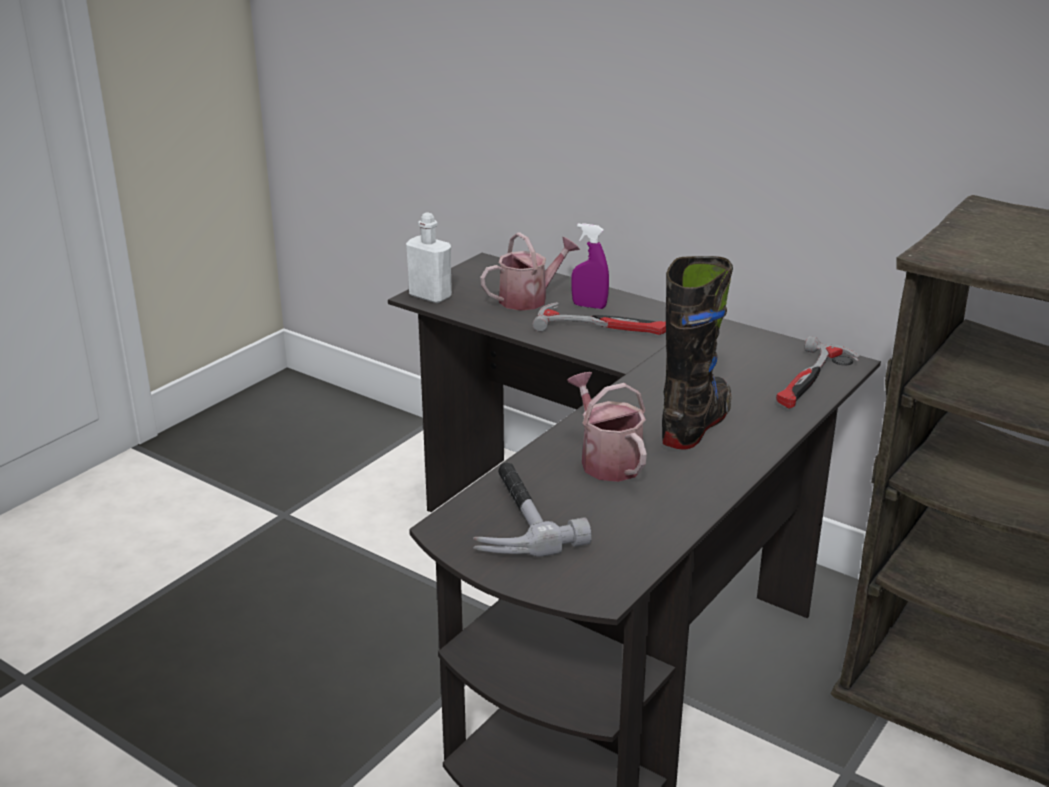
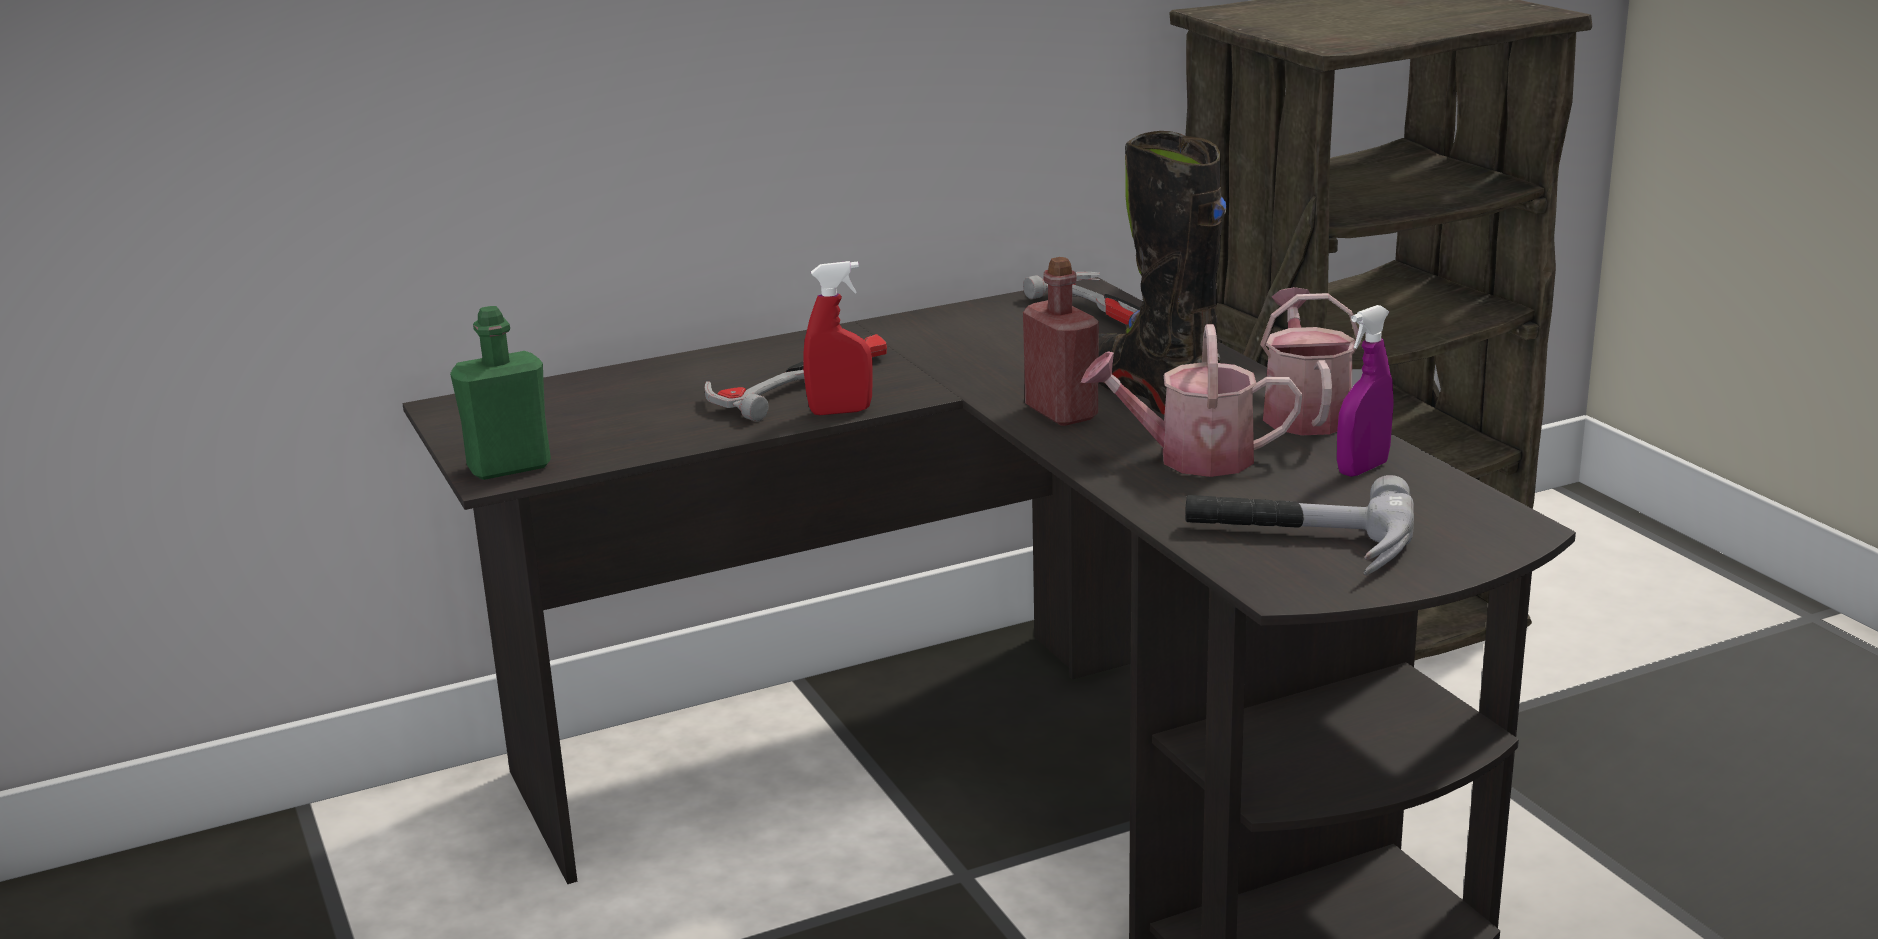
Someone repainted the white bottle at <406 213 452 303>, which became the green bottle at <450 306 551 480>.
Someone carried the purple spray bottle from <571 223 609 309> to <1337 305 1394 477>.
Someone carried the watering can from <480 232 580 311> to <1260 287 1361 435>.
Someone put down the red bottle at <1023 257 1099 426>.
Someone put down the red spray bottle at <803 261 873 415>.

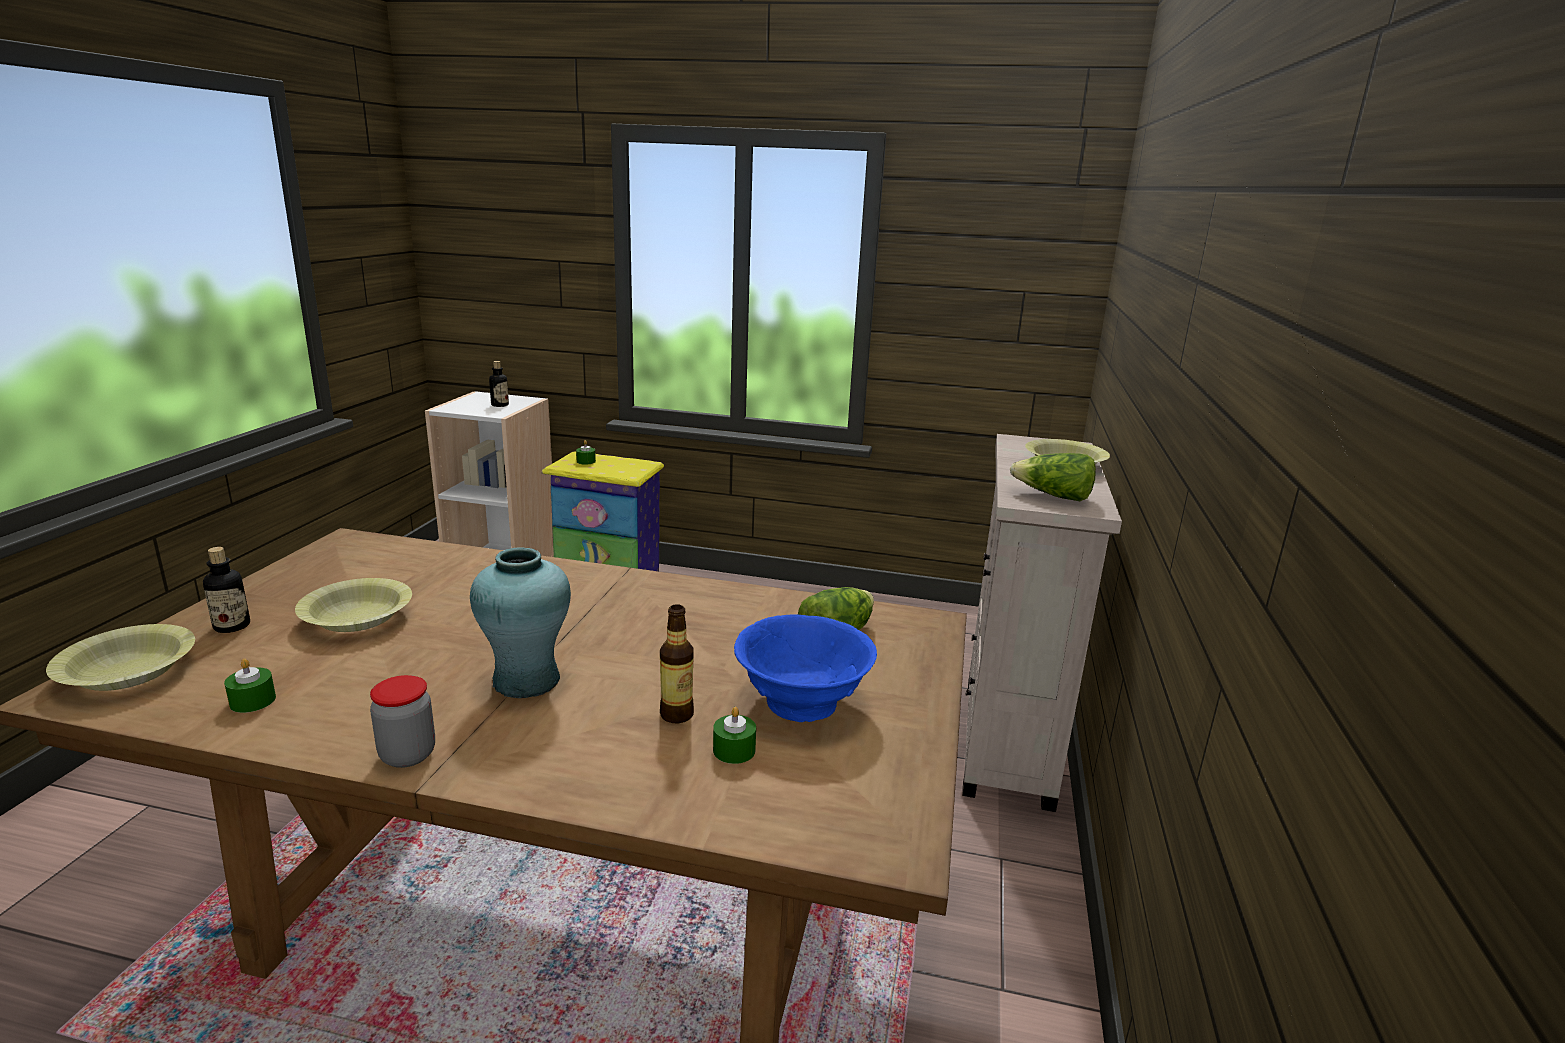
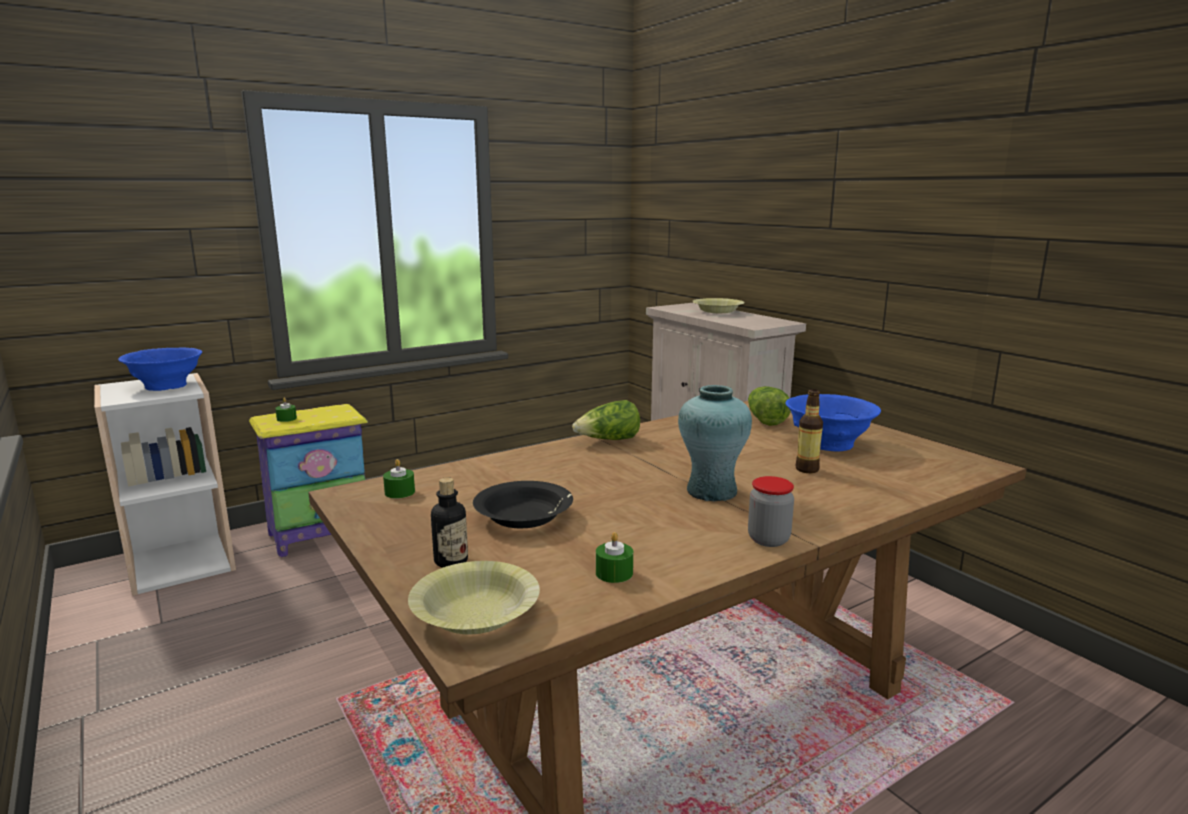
Someone swapped the bottle at <489 361 509 407> for the blue bowl at <118 348 202 391>.
Someone carried the lettuce from <1010 453 1096 501> to <572 400 640 440>.
Someone repainted the yellow bowl at <295 578 412 632>, which became the black bowl at <473 481 573 528>.
Someone carried the green candle from <713 707 756 764> to <383 459 415 499>.

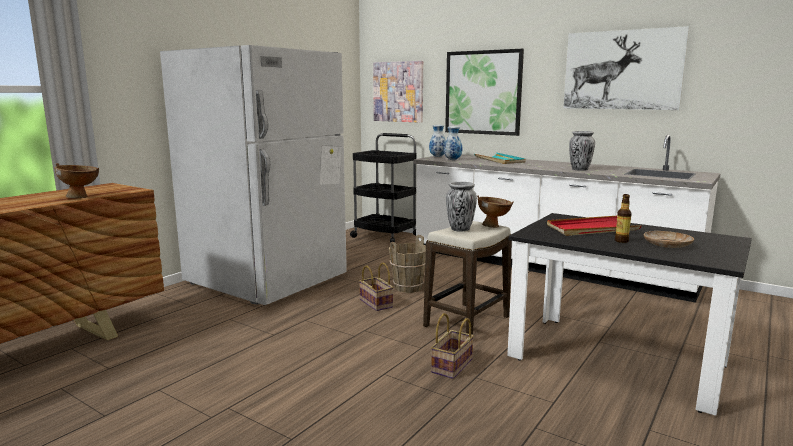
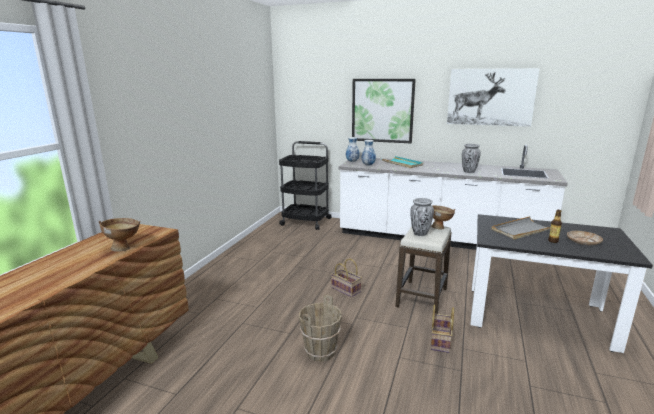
Someone took away the white fridge at <160 45 347 305>.
Someone took away the picture at <373 61 423 123>.
Someone repainted the red tray at <547 216 642 236>, which became the grey tray at <491 216 551 240>.
Someone carried the brown bucket from <389 235 426 293> to <299 295 342 362>.

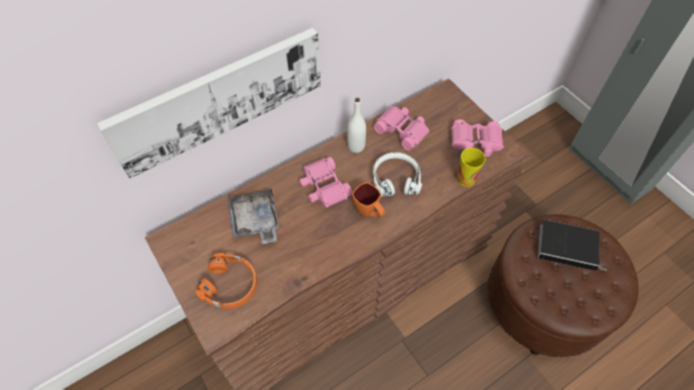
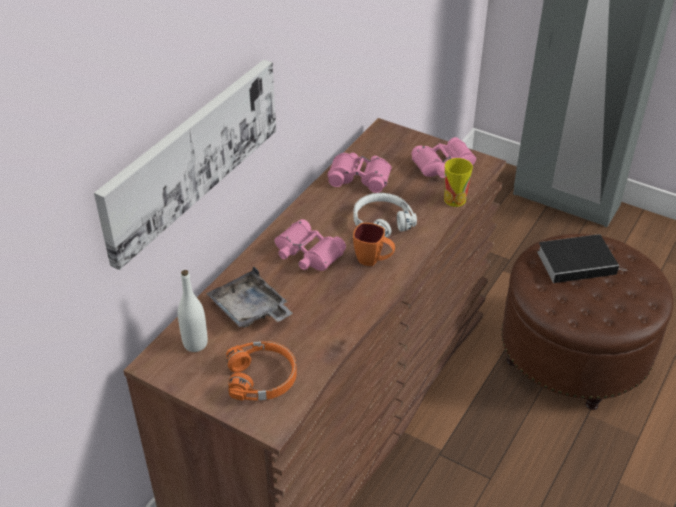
Someone carried the white bottle from <347 98 366 153> to <178 270 208 352>.

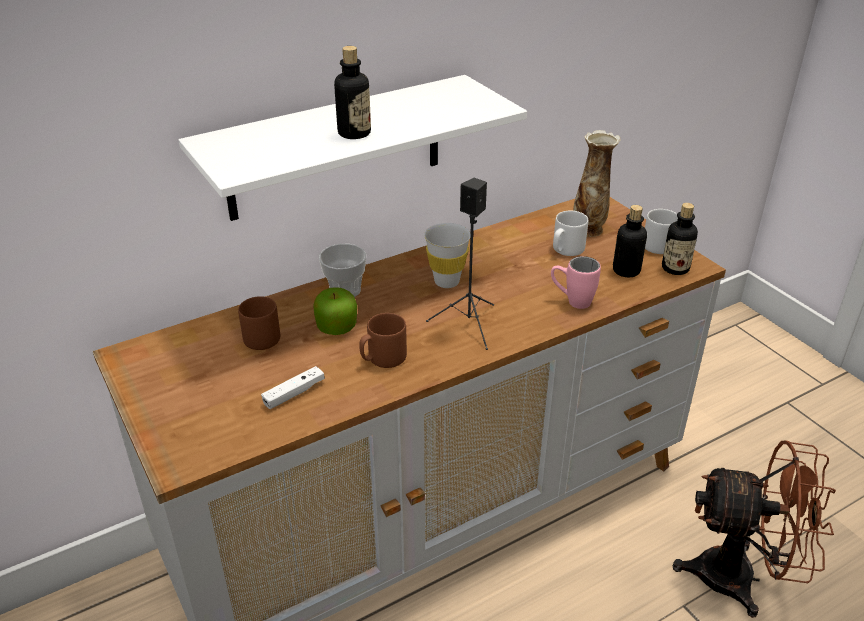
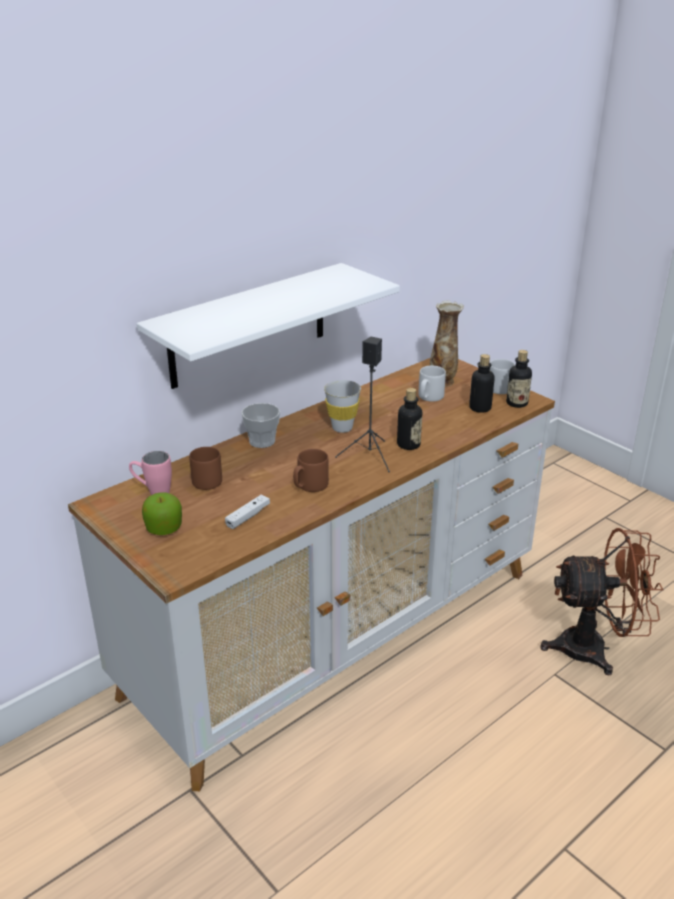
Someone carried the bottle from <334 46 371 139> to <397 388 422 450>.
Someone carried the pink mug from <551 256 601 309> to <129 451 172 495>.
Someone carried the apple from <313 287 357 335> to <142 492 182 535>.

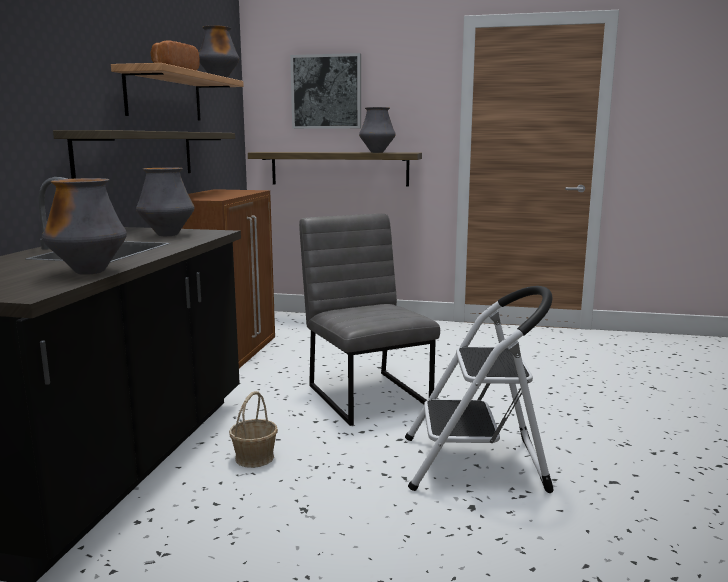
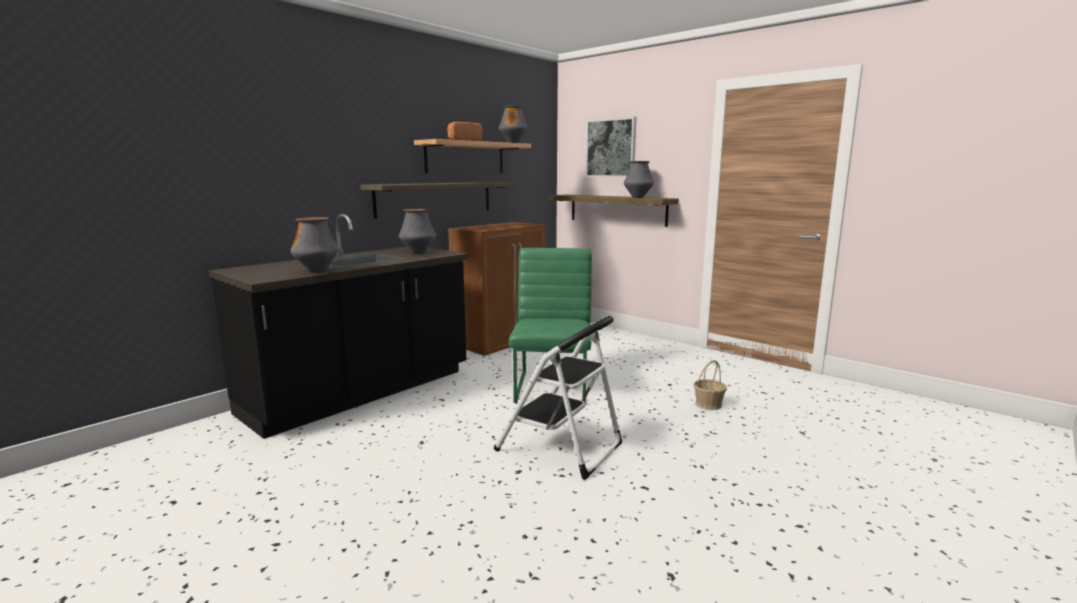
Someone repainted the grey chair at <299 214 440 426>, which became the green chair at <509 248 592 405>.
Someone carried the basket from <229 391 278 468> to <694 360 727 410>.

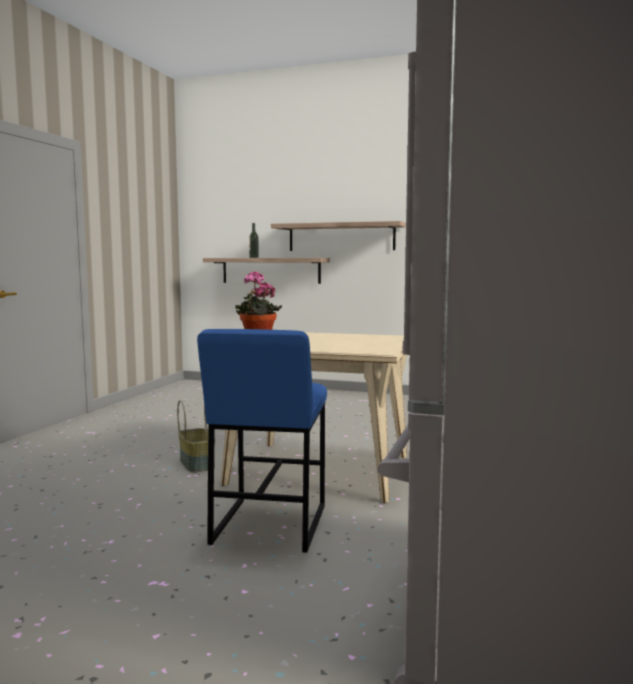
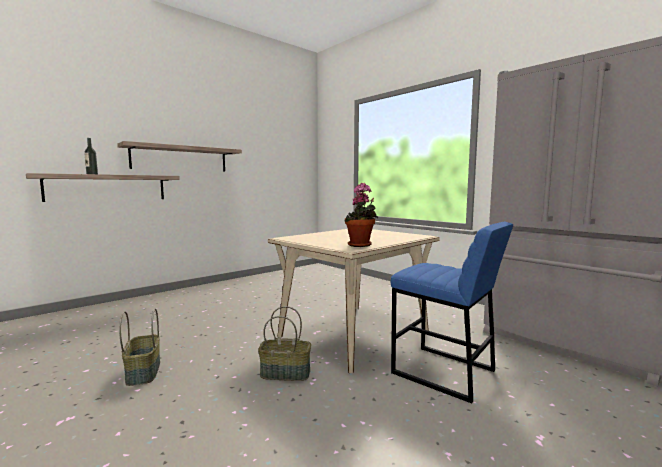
Someone put down the basket at <119 308 160 386>.

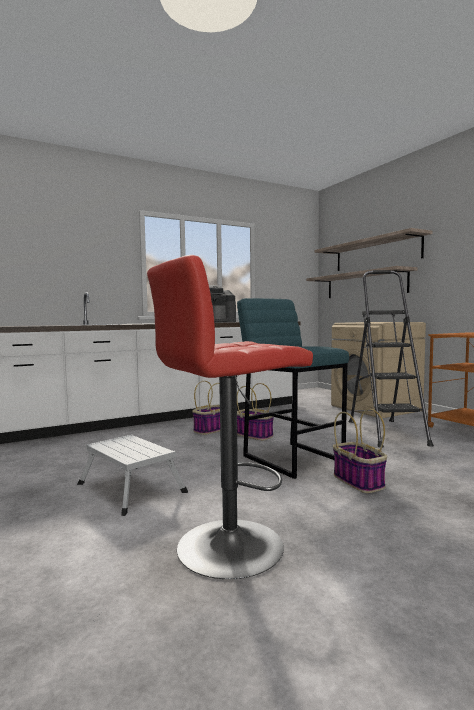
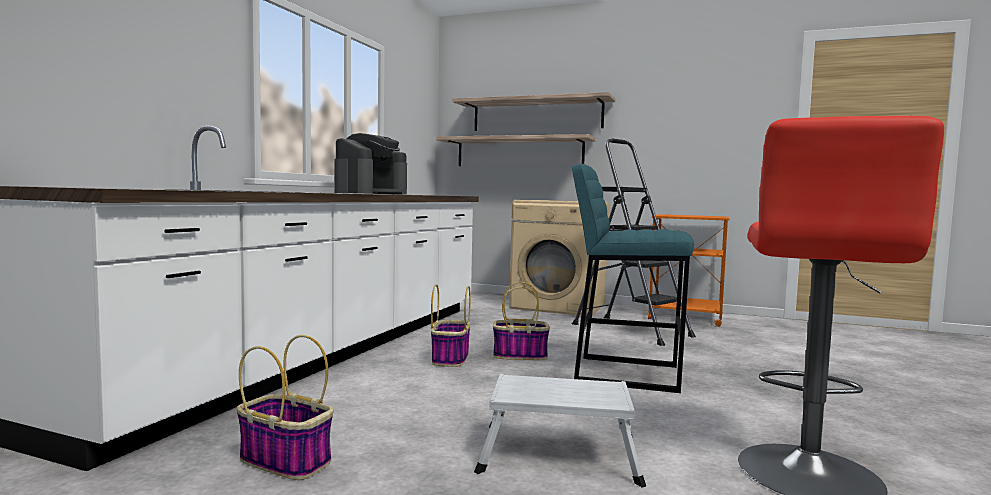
Someone carried the basket from <333 409 387 493> to <237 335 334 480>.

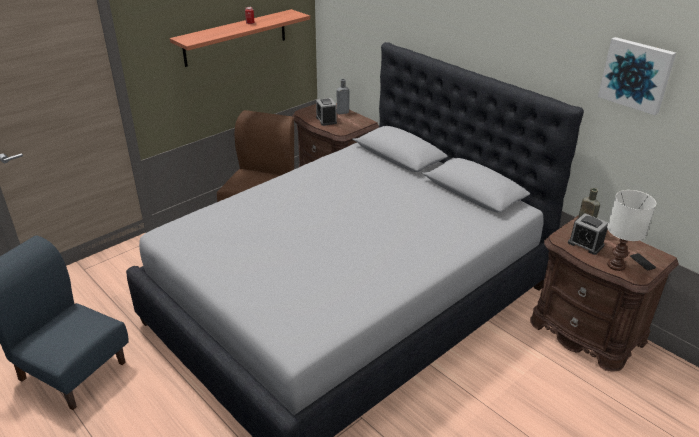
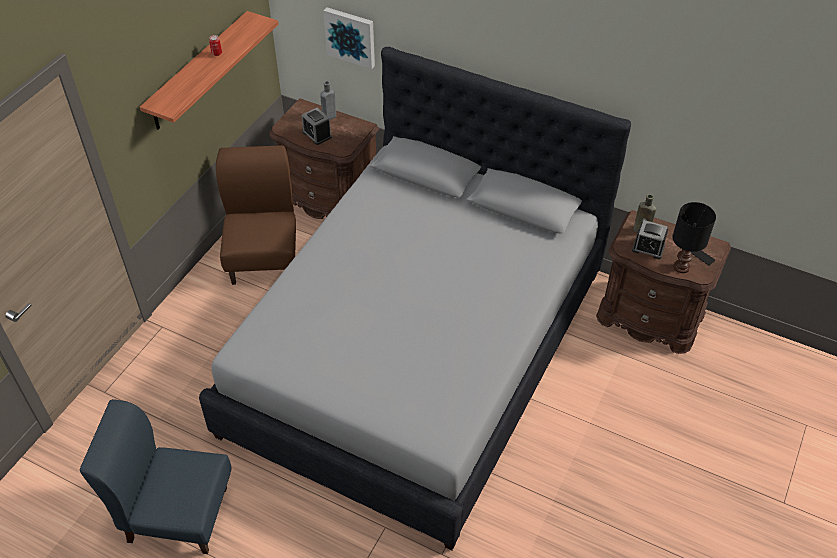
Someone carried the picture from <598 37 676 115> to <323 7 375 69>.
Someone repainted the white table lamp at <607 190 656 271>, which became the black table lamp at <673 202 716 273>.

